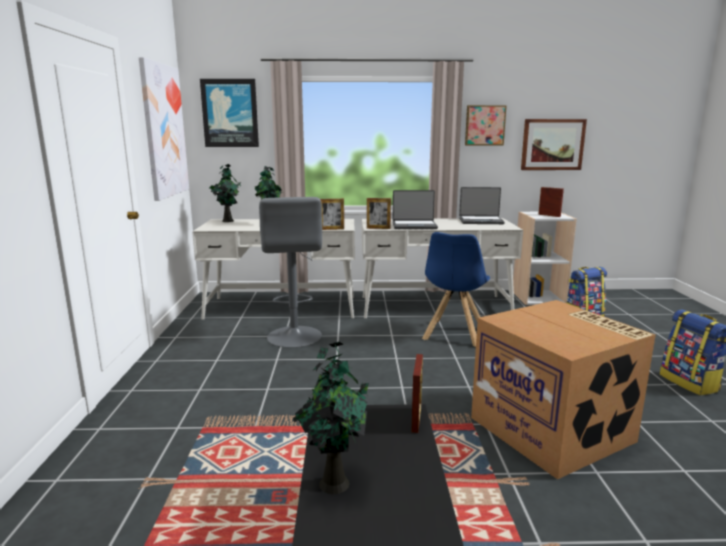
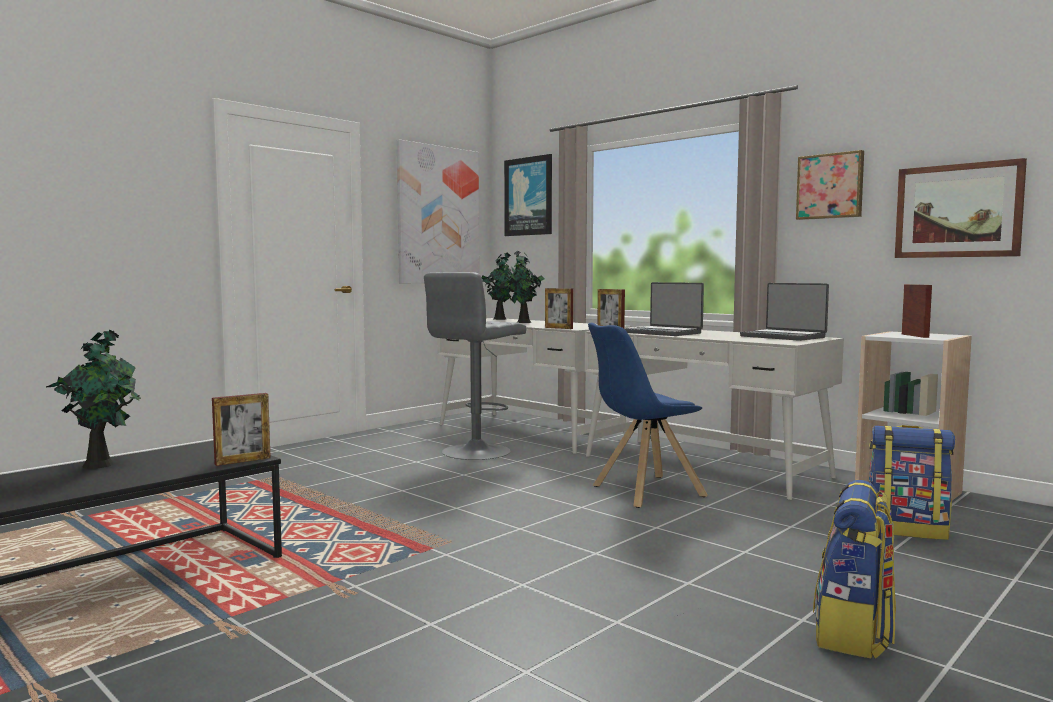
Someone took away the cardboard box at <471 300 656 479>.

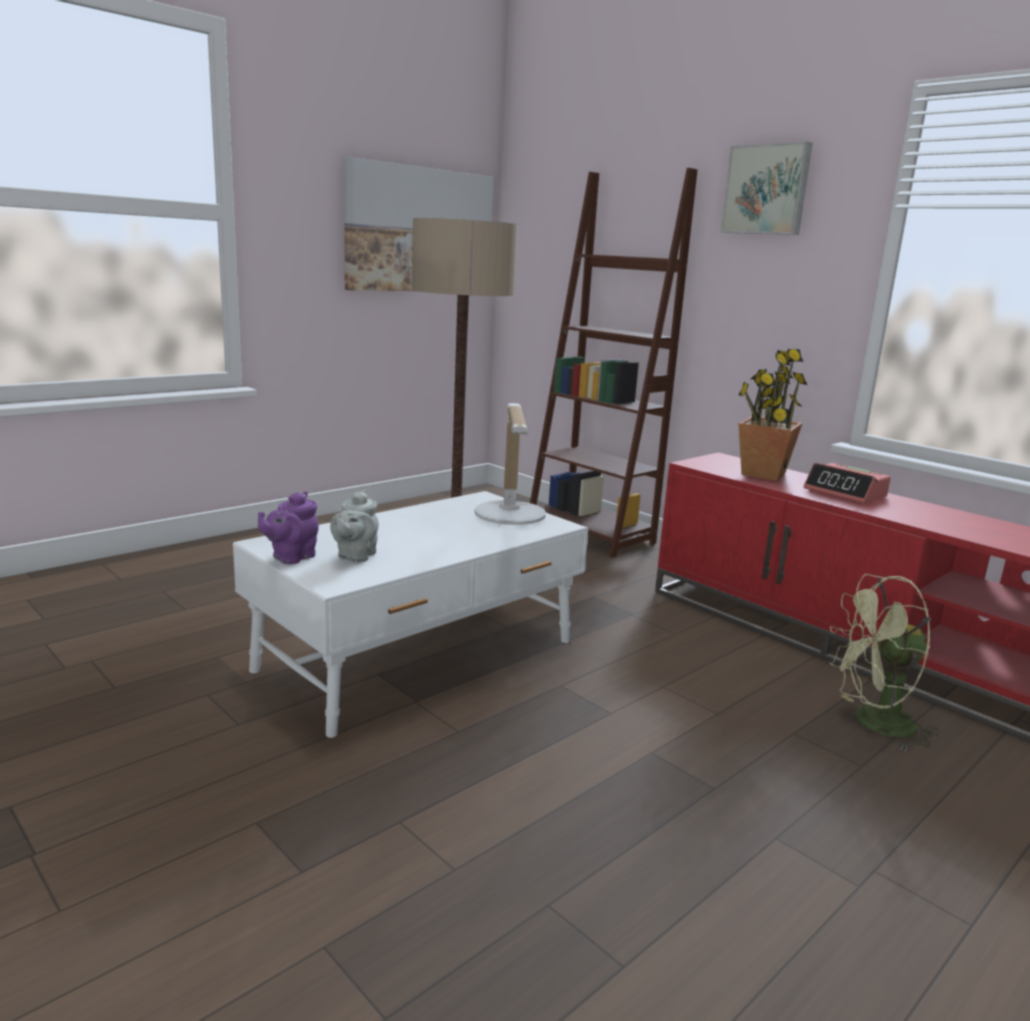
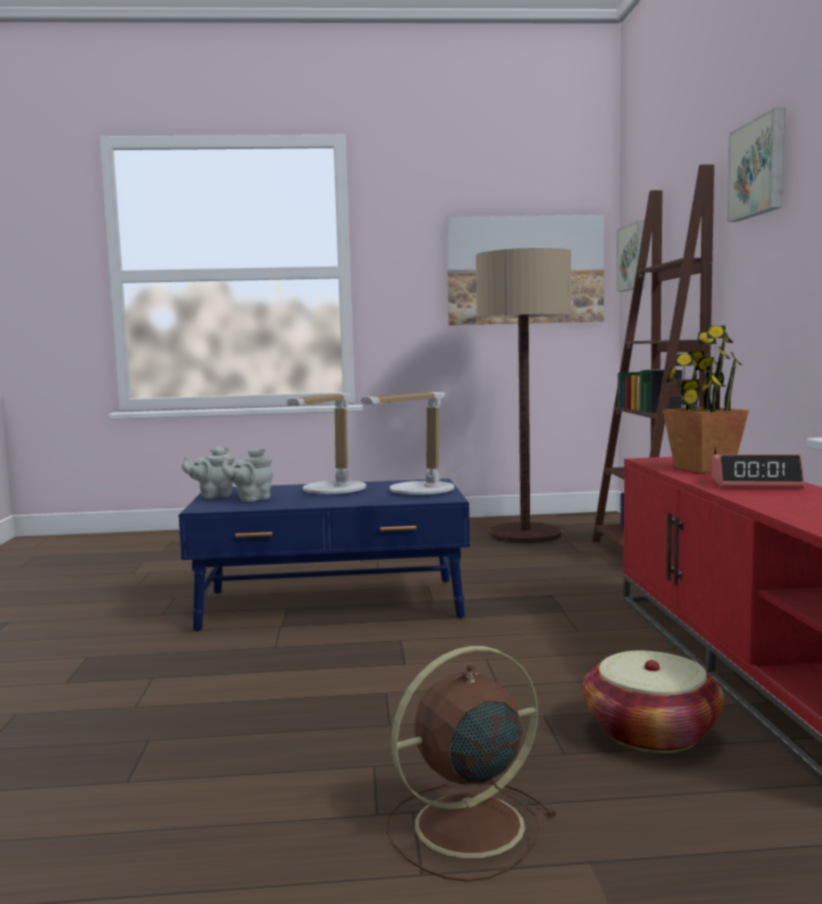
Someone rotated the alarm clock at <804 463 891 504> by 75 degrees counterclockwise.
Someone repainted the white coffee table at <233 491 588 738>, which became the blue coffee table at <178 479 470 632>.
Someone repainted the purple teapot at <258 491 319 564>, which became the grey teapot at <182 447 235 499>.
Someone swapped the green fan at <829 574 940 751> for the basket at <583 651 724 753>.
Someone put up the picture at <616 221 646 292>.
Someone put down the table lamp at <286 393 366 494>.
Someone put down the brown fan at <386 646 557 882>.

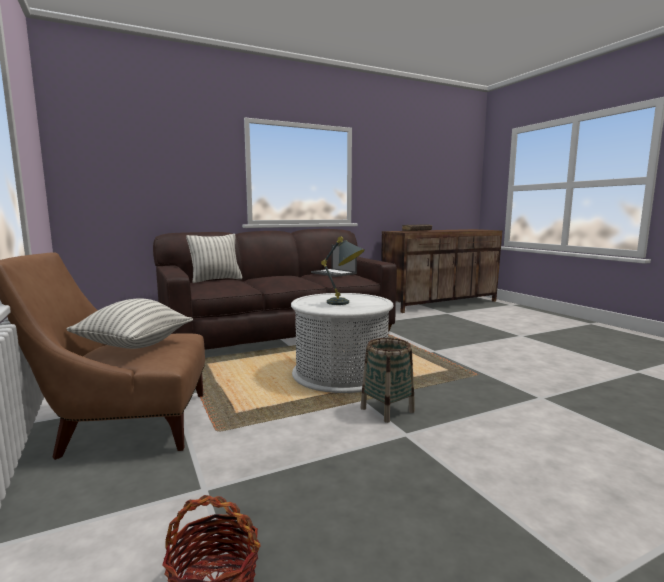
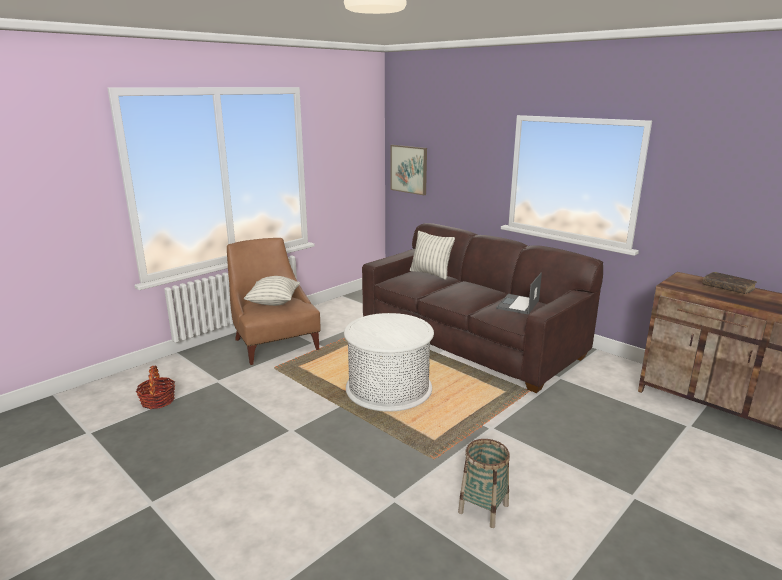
Someone took away the grey table lamp at <321 236 365 305>.
Someone carried the basket from <361 338 415 423> to <458 439 510 528>.
Someone put up the picture at <391 145 427 195>.

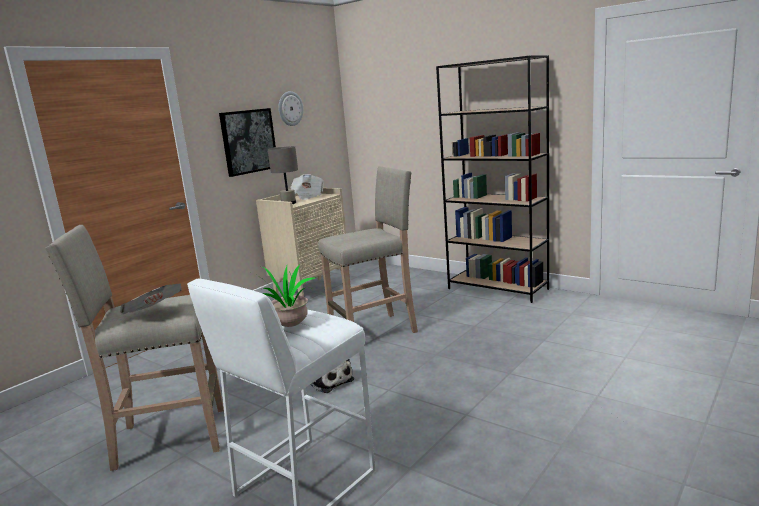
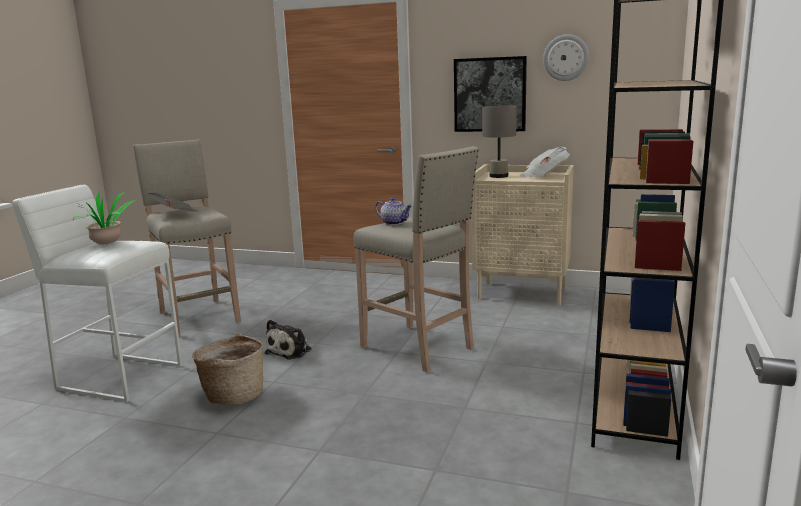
Someone put down the teapot at <375 197 412 225>.
Someone put down the basket at <192 334 263 405>.

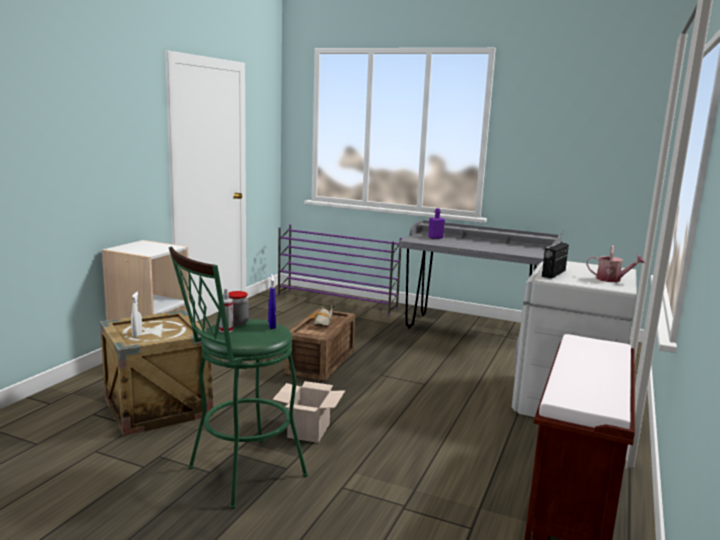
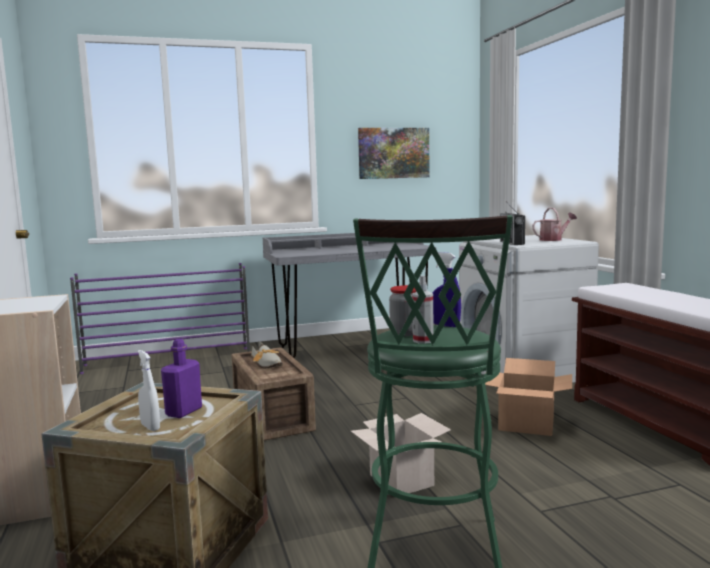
Someone carried the purple bottle from <429 208 445 239> to <161 339 202 418>.
Someone put up the picture at <358 128 430 179>.
Someone put down the cardboard box at <485 358 572 436>.

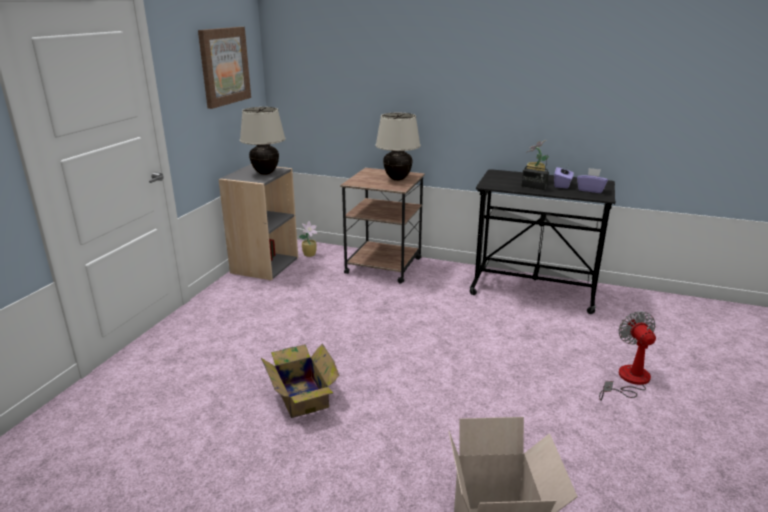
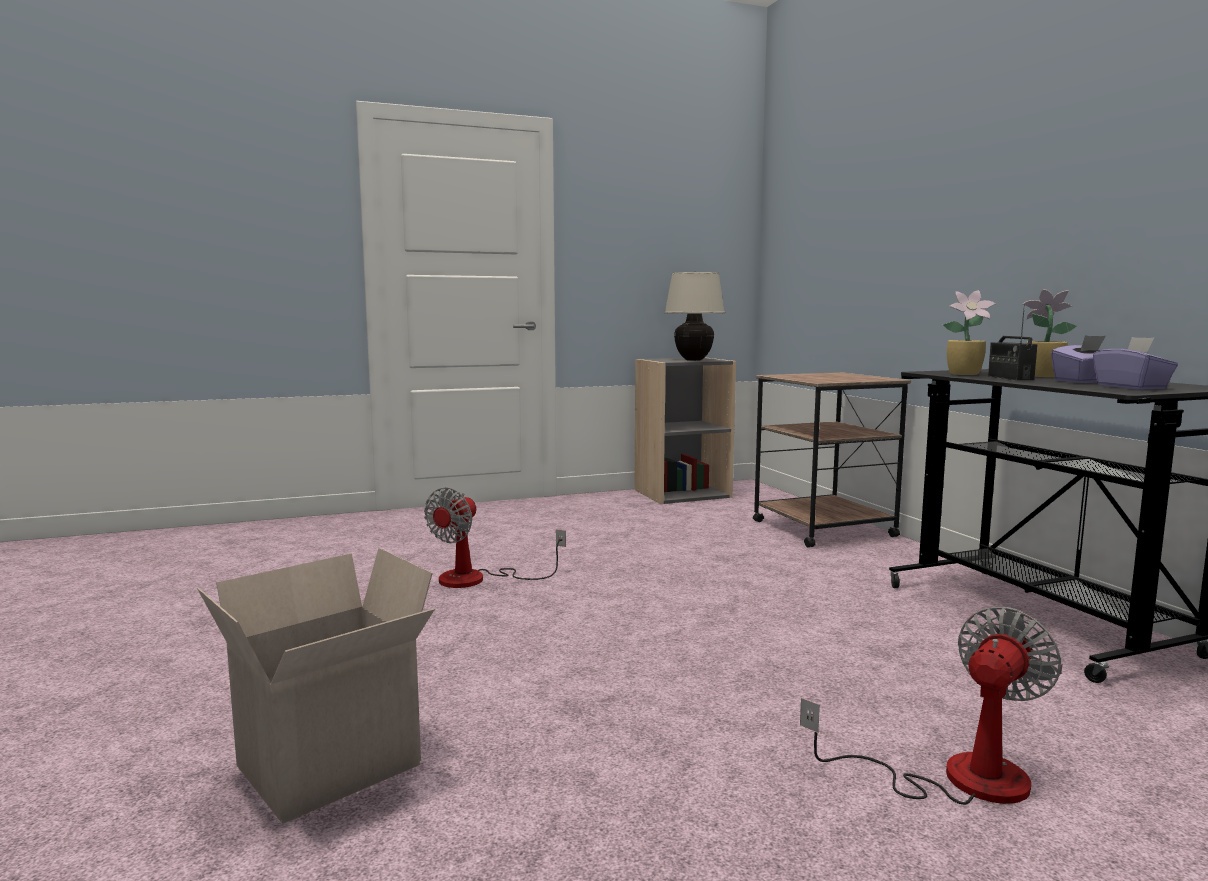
Someone took away the picture at <198 27 251 109>.
Someone took away the beige table lamp at <375 113 421 181>.
Someone carried the potted plant from <299 221 317 257> to <943 290 996 375>.
Someone swapped the cardboard box at <261 343 339 418> for the fan at <424 487 566 588>.

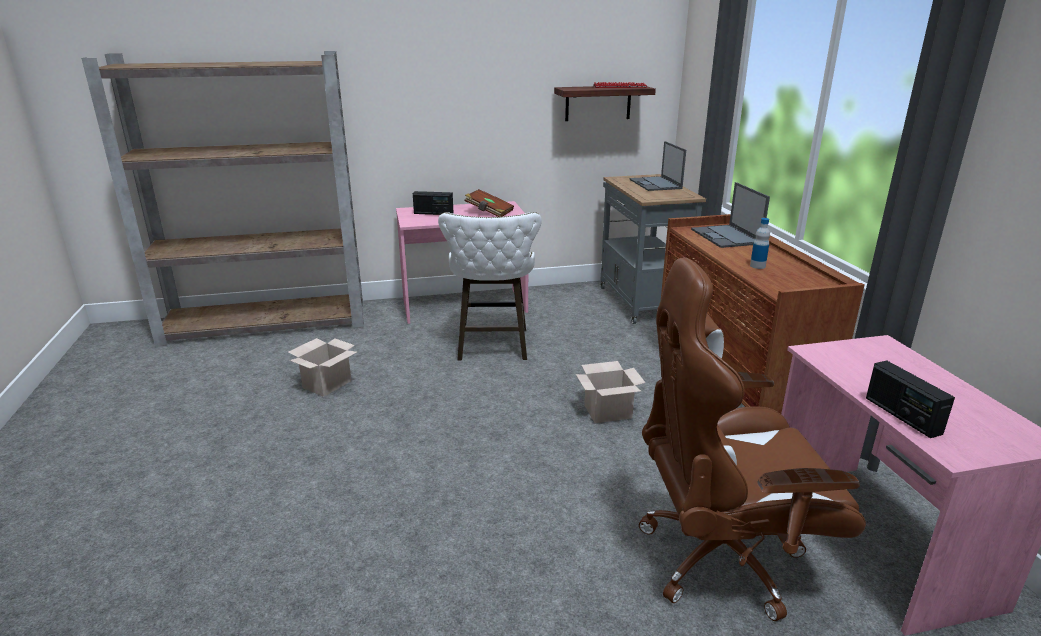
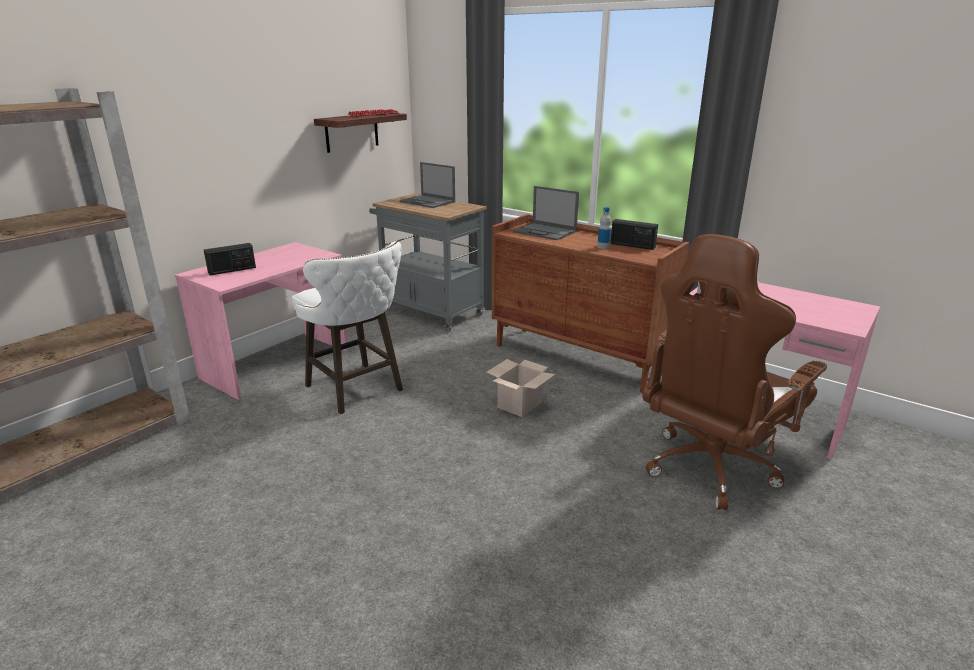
Someone took away the brown book at <464 189 514 217>.
Someone took away the cardboard box at <288 338 357 397>.
Someone carried the radio from <866 360 955 438> to <611 219 658 250>.

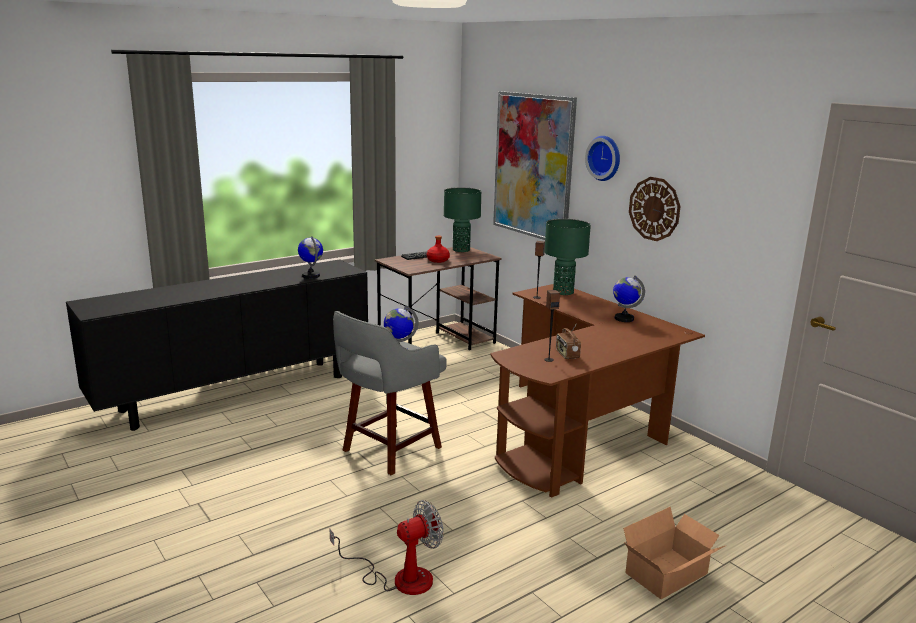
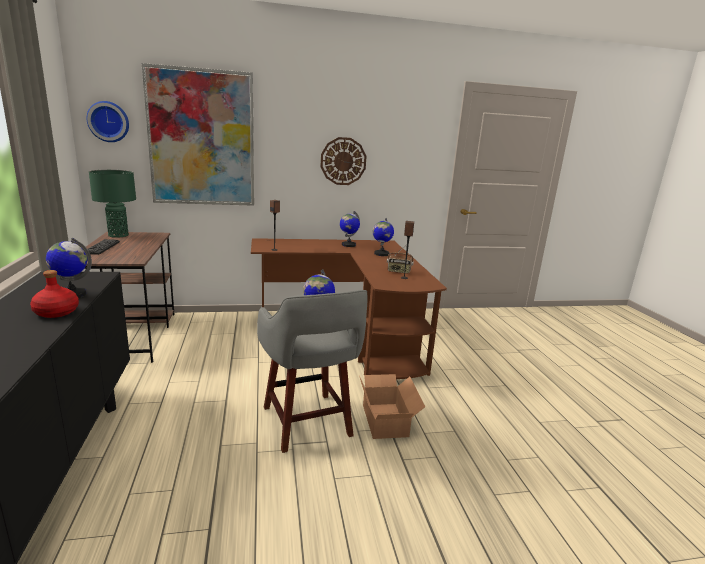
Someone carried the wall clock from <585 136 620 181> to <87 101 129 142>.
Someone took away the green table lamp at <545 219 591 295>.
Someone carried the red bottle from <427 236 450 263> to <30 270 79 318>.
Someone took away the fan at <329 500 443 595>.
Someone carried the cardboard box from <623 507 727 599> to <359 374 425 439>.
Someone put down the globe at <373 218 394 256>.

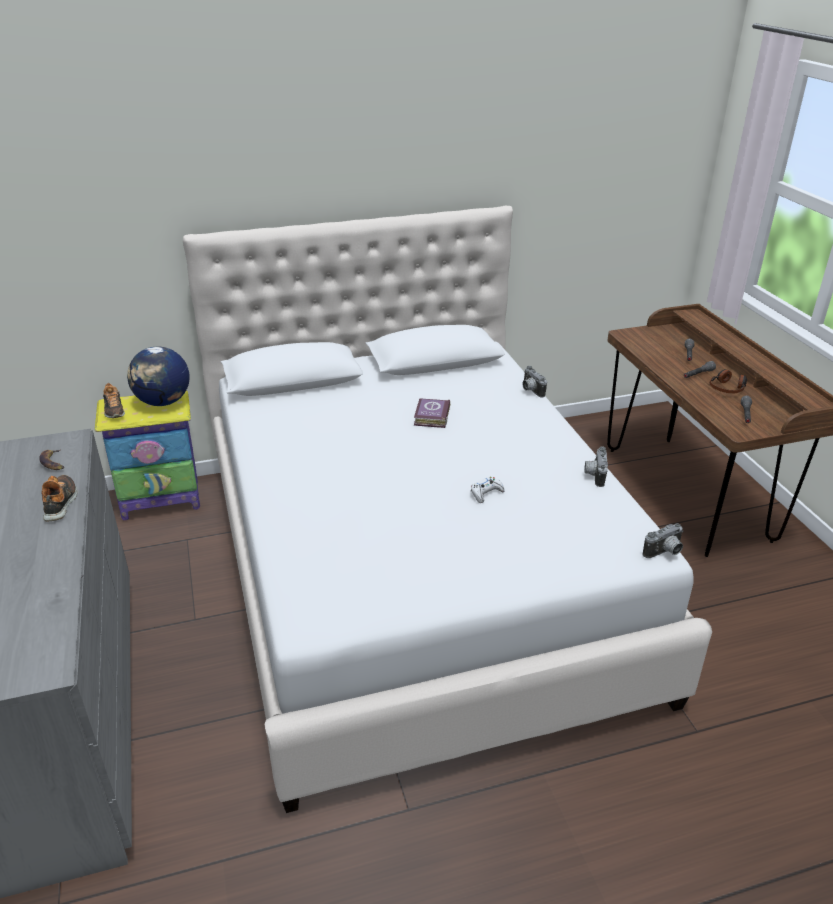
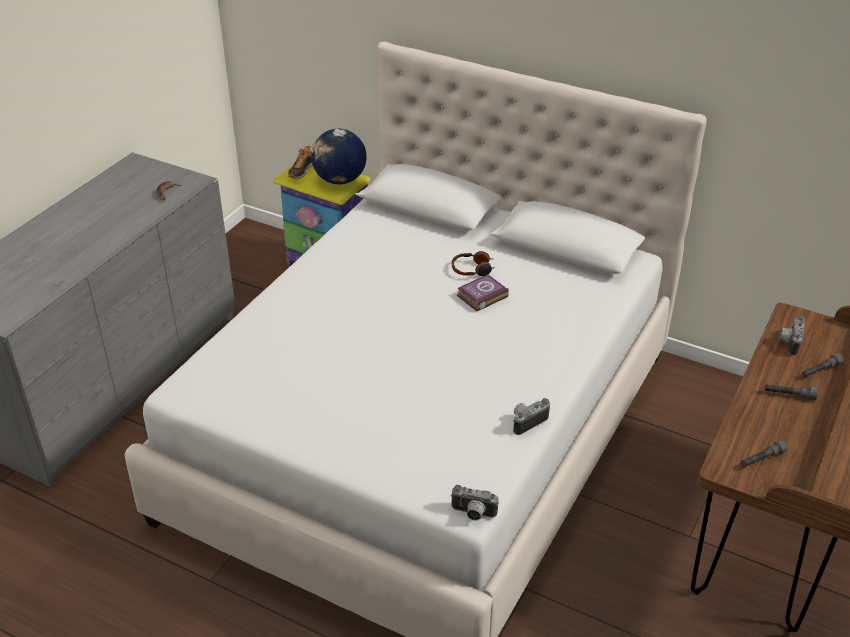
Someone carried the photo camera from <522 366 547 397> to <779 315 805 356>.
Someone carried the headphones from <710 369 747 394> to <452 251 495 276>.
Someone took away the shoe at <42 475 78 522>.
Someone took away the white game controller at <471 477 505 503>.

